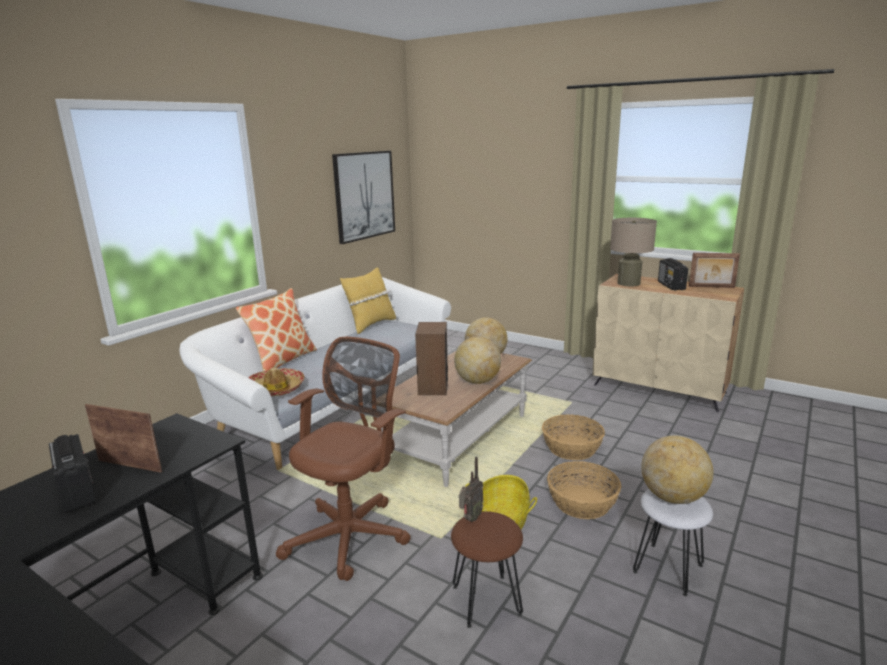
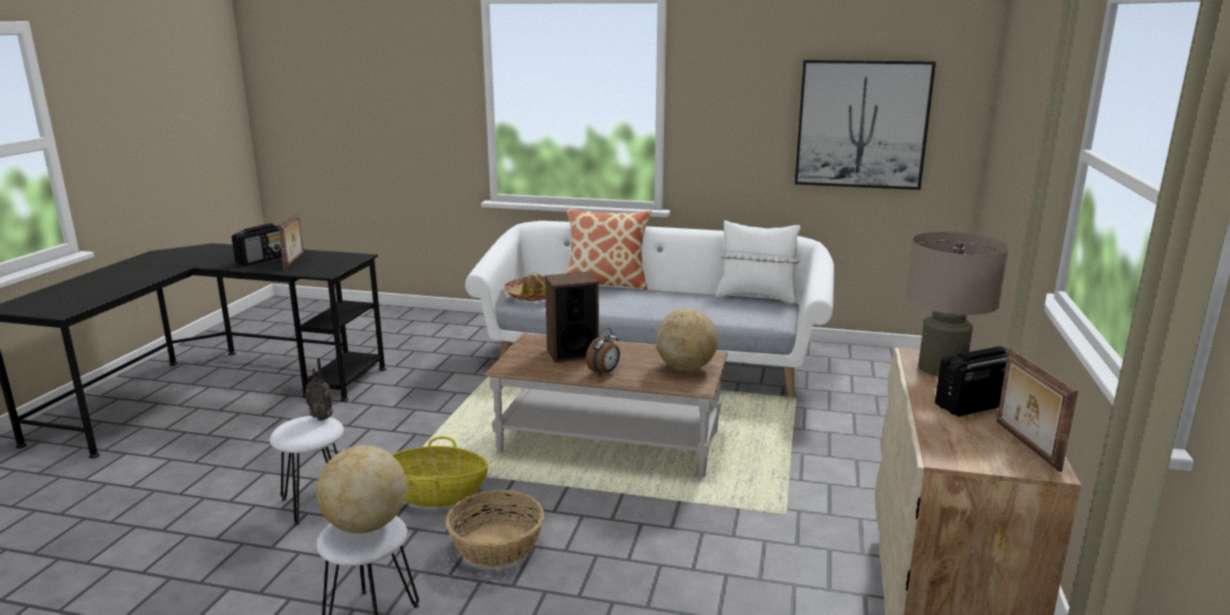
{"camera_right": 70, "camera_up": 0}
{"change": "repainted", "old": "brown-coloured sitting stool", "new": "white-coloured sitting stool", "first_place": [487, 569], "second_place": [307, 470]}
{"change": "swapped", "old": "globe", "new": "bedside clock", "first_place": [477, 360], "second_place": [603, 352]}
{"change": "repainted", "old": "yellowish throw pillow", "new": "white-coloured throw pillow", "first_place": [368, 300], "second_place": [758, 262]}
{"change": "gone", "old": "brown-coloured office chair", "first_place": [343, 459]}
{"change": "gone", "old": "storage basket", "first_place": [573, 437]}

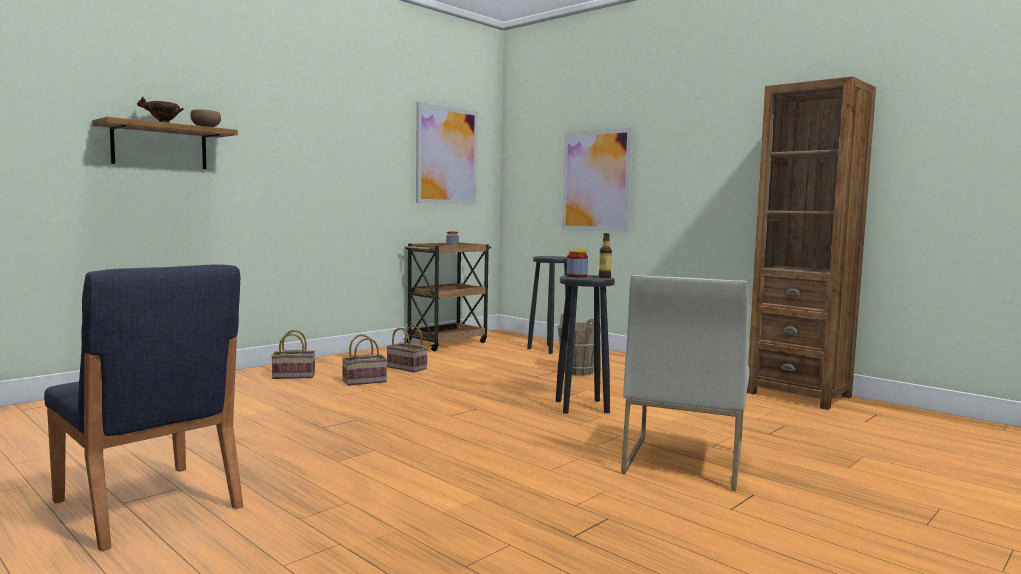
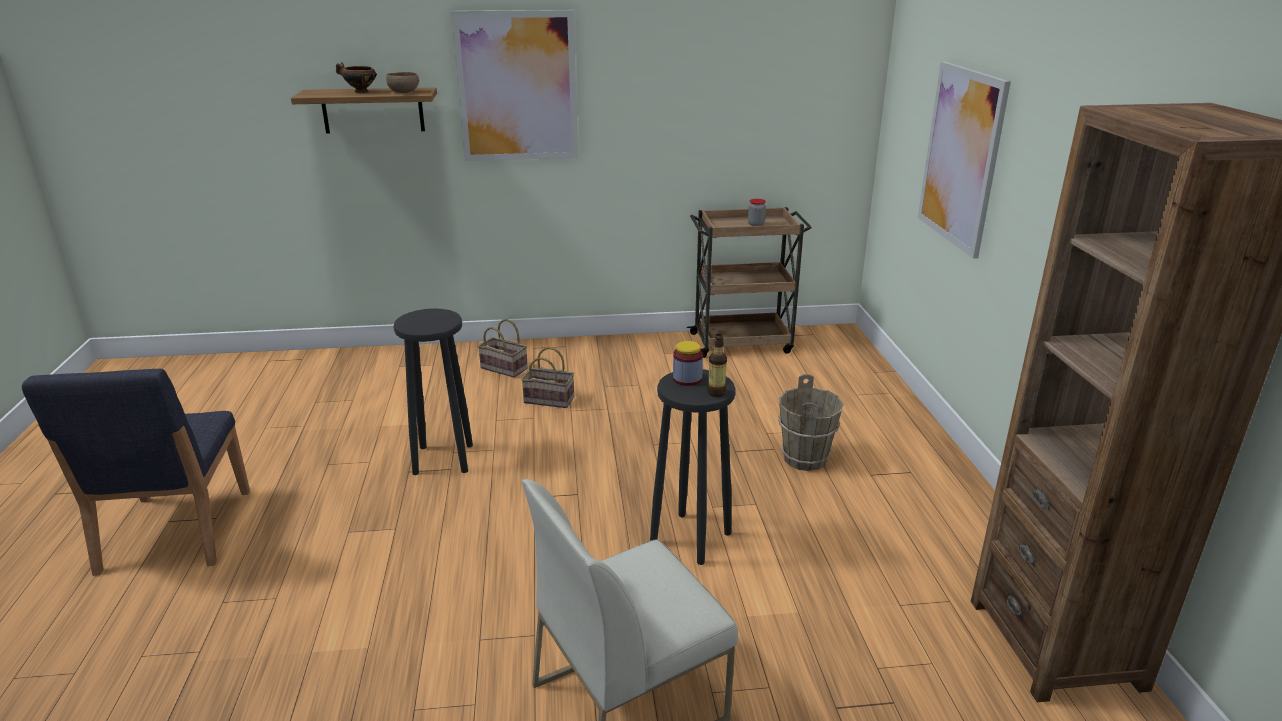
{"camera_right": 40, "camera_up": 20}
{"change": "shifted", "old": "black-coloured sitting stool", "first_place": [548, 305], "second_place": [433, 392]}
{"change": "shifted", "old": "wall art", "first_place": [447, 153], "second_place": [514, 85]}
{"change": "gone", "old": "storage basket", "first_place": [407, 348]}

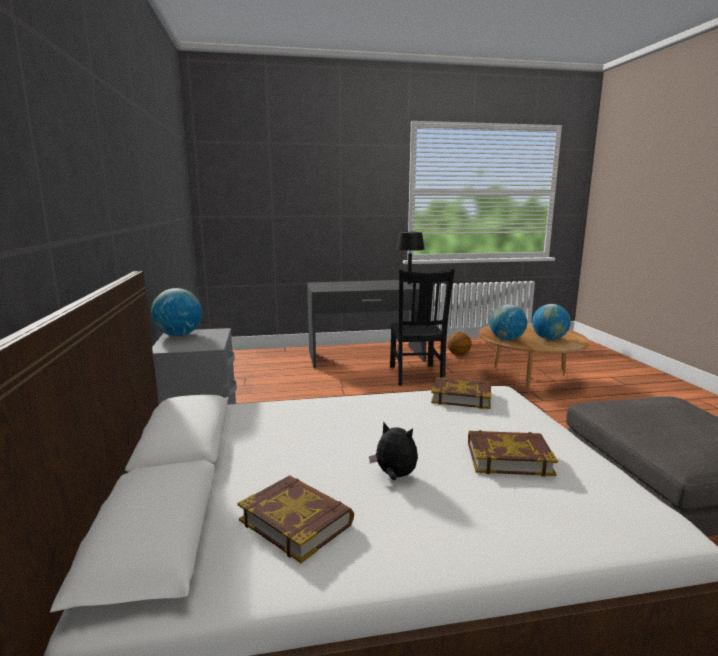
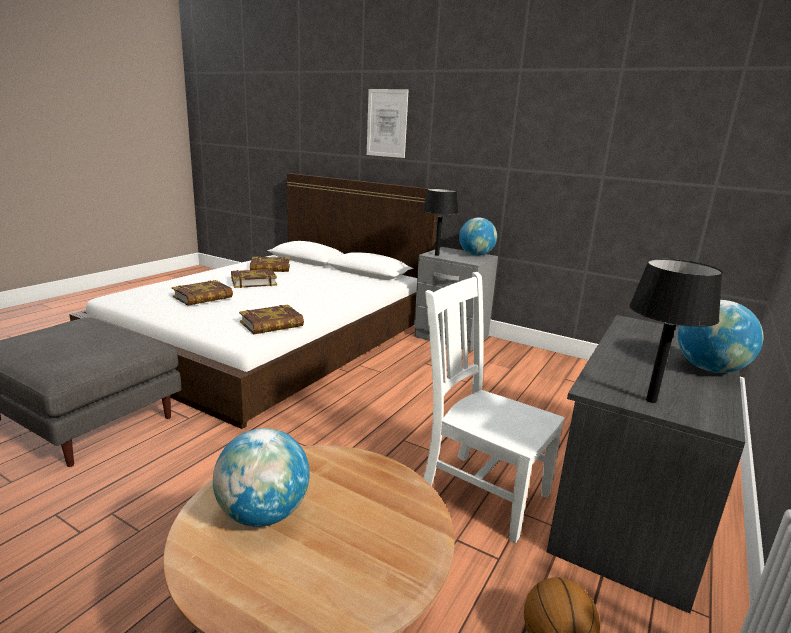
{"camera_right": 130, "camera_up": 5}
{"change": "swapped", "old": "soft toy", "new": "volume", "first_place": [393, 450], "second_place": [254, 278]}
{"change": "new", "new": "wall art", "second_place": [388, 123]}
{"change": "new", "new": "black-coloured tabletop lamp", "second_place": [440, 222]}
{"change": "repainted", "old": "black-coloured plain chair", "new": "white-coloured plain chair", "first_place": [422, 327], "second_place": [494, 407]}
{"change": "shifted", "old": "globe", "first_place": [508, 322], "second_place": [720, 336]}

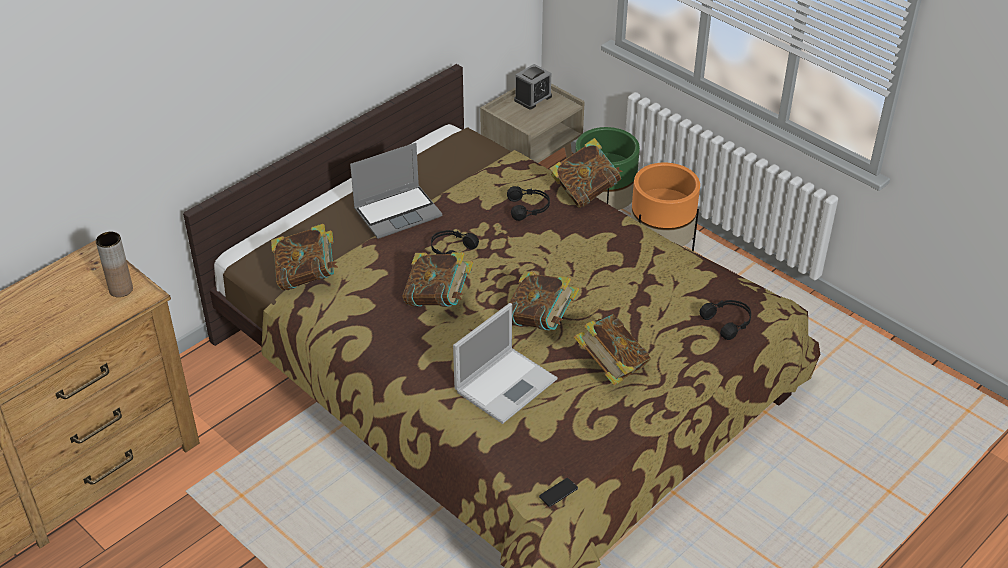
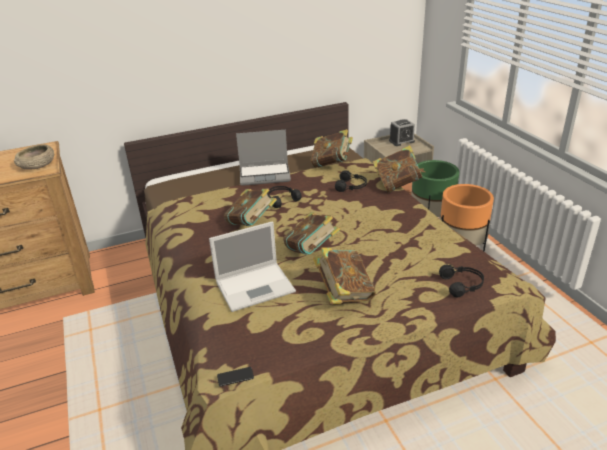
{"camera_right": 25, "camera_up": -10}
{"change": "swapped", "old": "brown-coloured decorative vase", "new": "sand-coloured deep dish", "first_place": [114, 264], "second_place": [34, 157]}
{"change": "shifted", "old": "volume", "first_place": [304, 257], "second_place": [331, 148]}

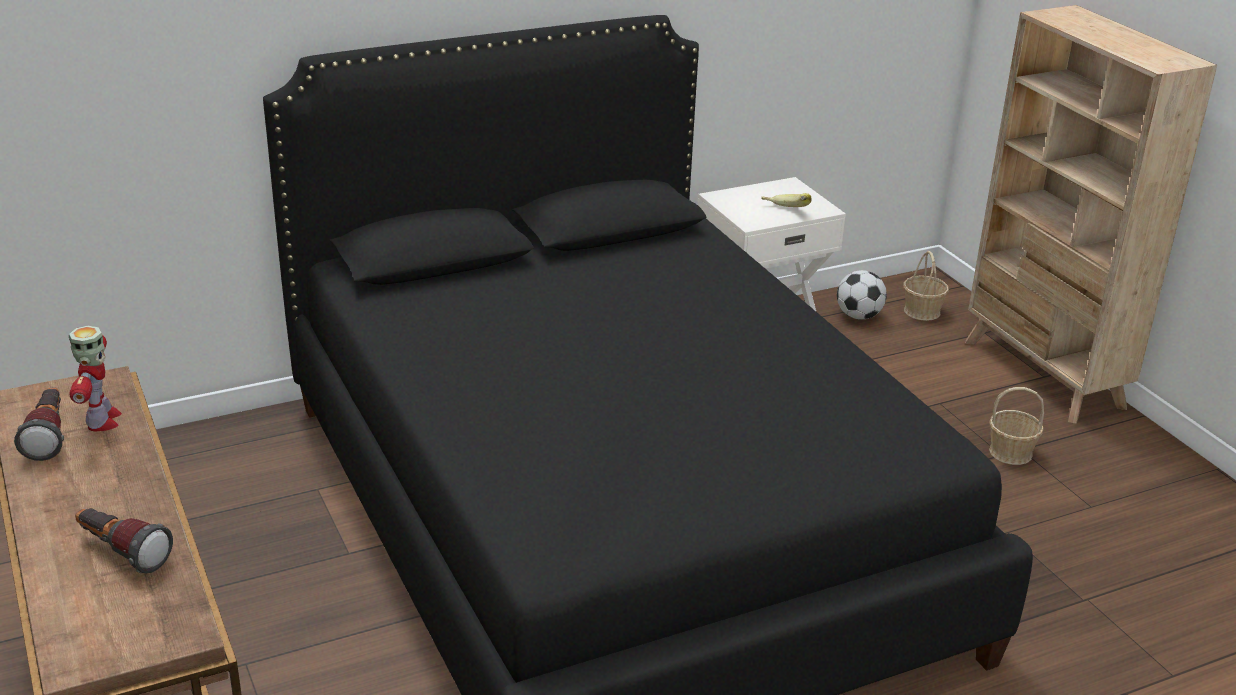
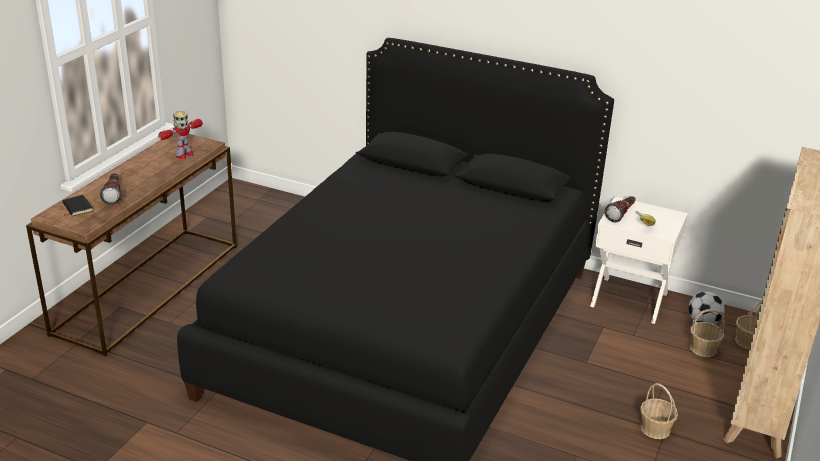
{"camera_right": 50, "camera_up": 0}
{"change": "new", "new": "black-coloured volume", "second_place": [77, 205]}
{"change": "shifted", "old": "torch", "first_place": [39, 424], "second_place": [620, 209]}
{"change": "new", "new": "storage basket", "second_place": [707, 333]}

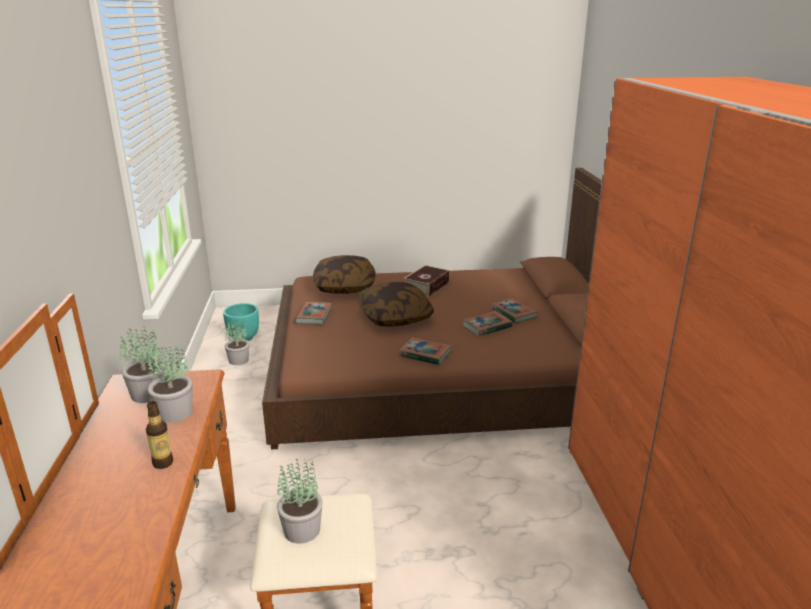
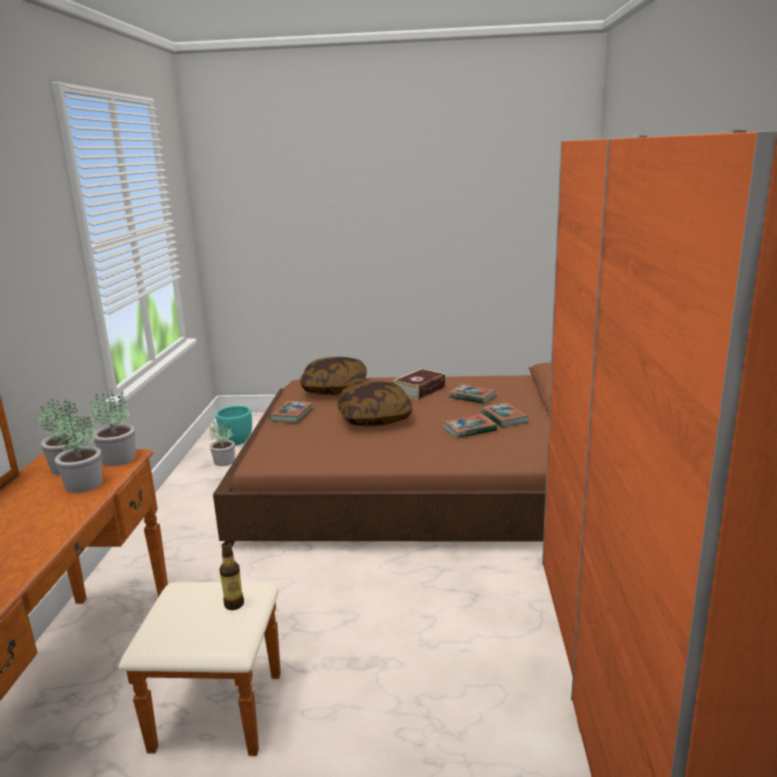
{"camera_right": 10, "camera_up": -5}
{"change": "shifted", "old": "potted plant", "first_place": [300, 501], "second_place": [113, 428]}
{"change": "shifted", "old": "beverage bottle", "first_place": [159, 435], "second_place": [231, 576]}
{"change": "shifted", "old": "volume", "first_place": [425, 351], "second_place": [473, 394]}

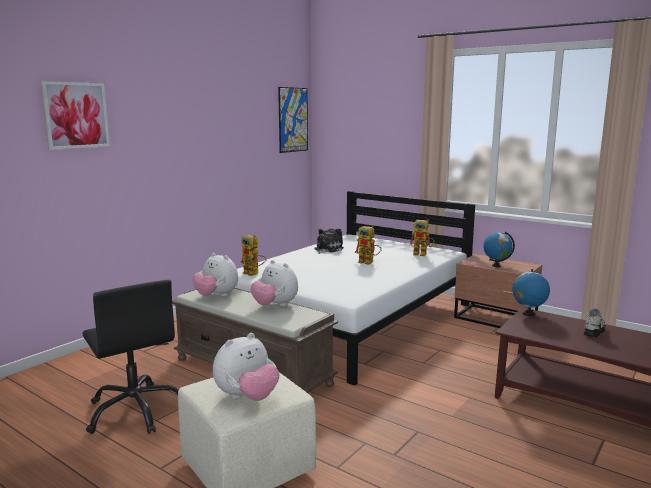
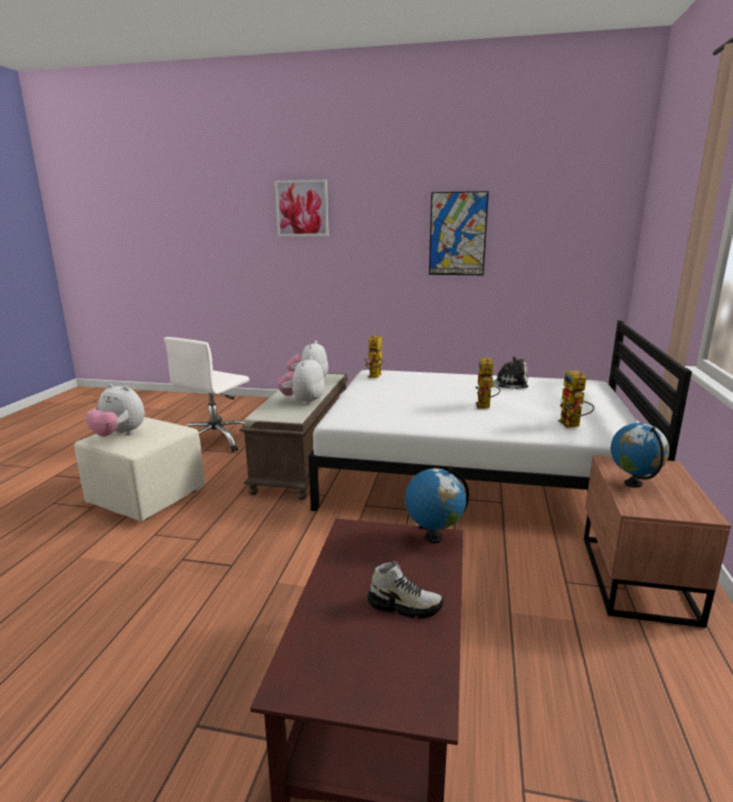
{"camera_right": 65, "camera_up": 5}
{"change": "repainted", "old": "black-coloured office chair", "new": "white-coloured office chair", "first_place": [130, 357], "second_place": [206, 394]}
{"change": "shifted", "old": "wall art", "first_place": [293, 120], "second_place": [459, 233]}

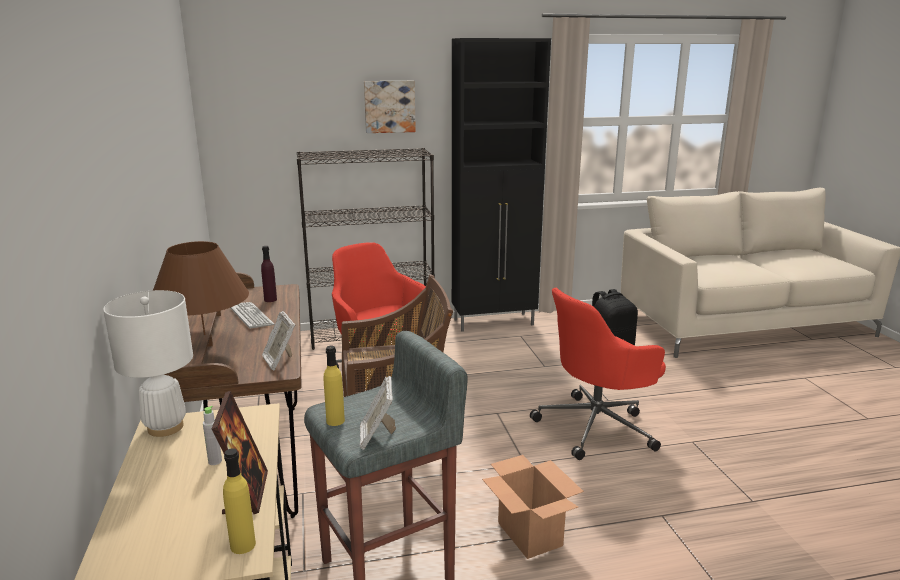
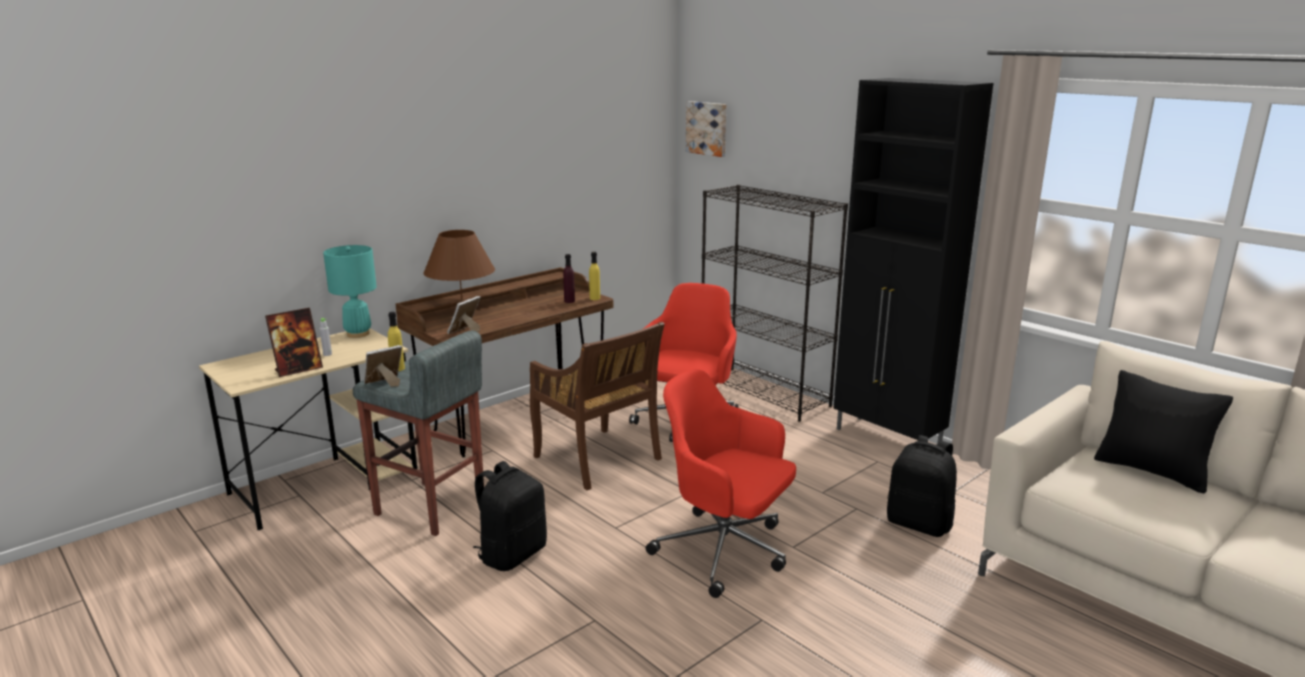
{"camera_right": 60, "camera_up": 0}
{"change": "repainted", "old": "white-coloured tabletop lamp", "new": "turquoise-coloured tabletop lamp", "first_place": [148, 363], "second_place": [350, 291]}
{"change": "swapped", "old": "packing box", "new": "black-coloured knapsack", "first_place": [533, 507], "second_place": [510, 516]}
{"change": "shifted", "old": "yellowish beverage bottle", "first_place": [239, 501], "second_place": [594, 276]}
{"change": "shifted", "old": "wall art", "first_place": [390, 107], "second_place": [706, 129]}
{"change": "new", "new": "black-coloured throw pillow", "second_place": [1163, 431]}
{"change": "gone", "old": "keyboard", "first_place": [252, 315]}

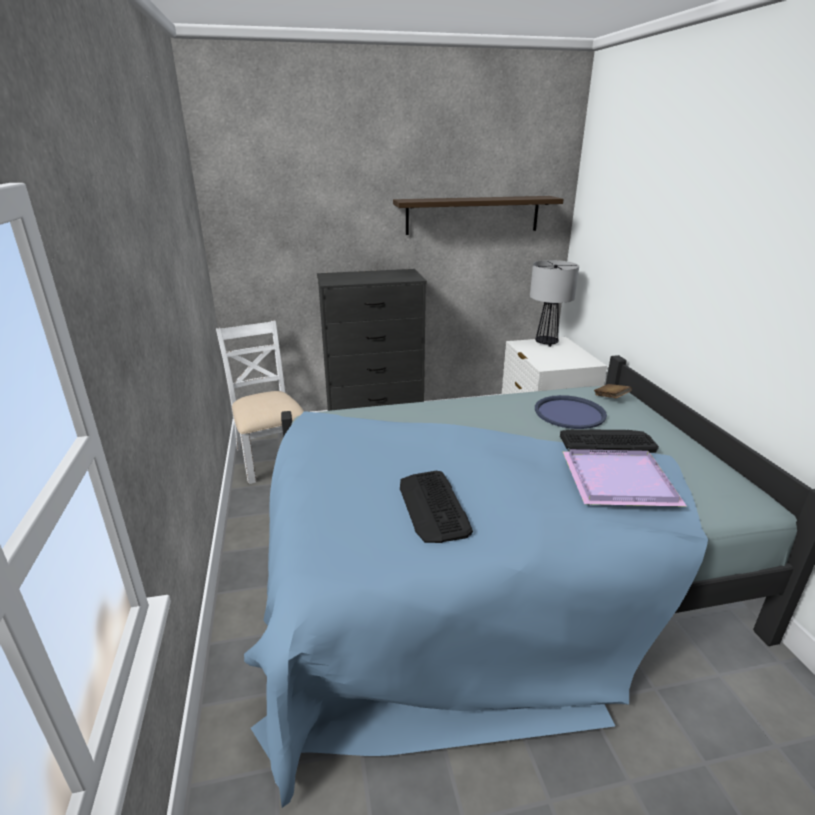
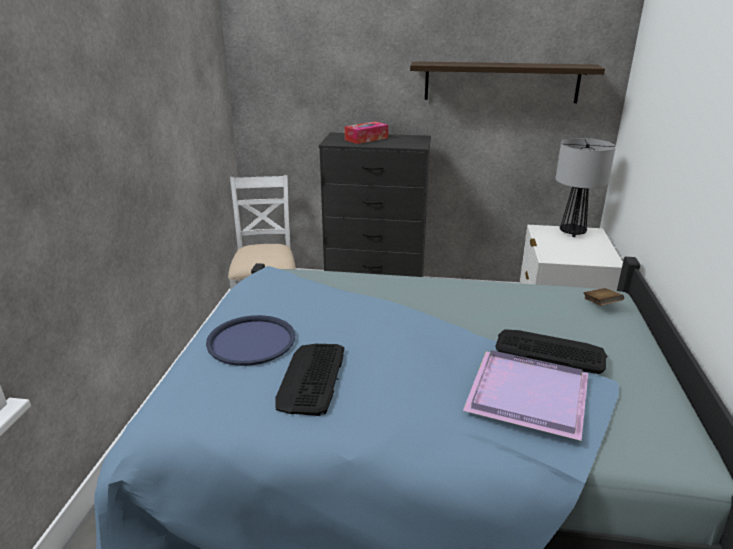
{"camera_right": 20, "camera_up": 0}
{"change": "shifted", "old": "blue-coloured serving tray", "first_place": [571, 412], "second_place": [250, 340]}
{"change": "new", "new": "tissue holder", "second_place": [366, 132]}

